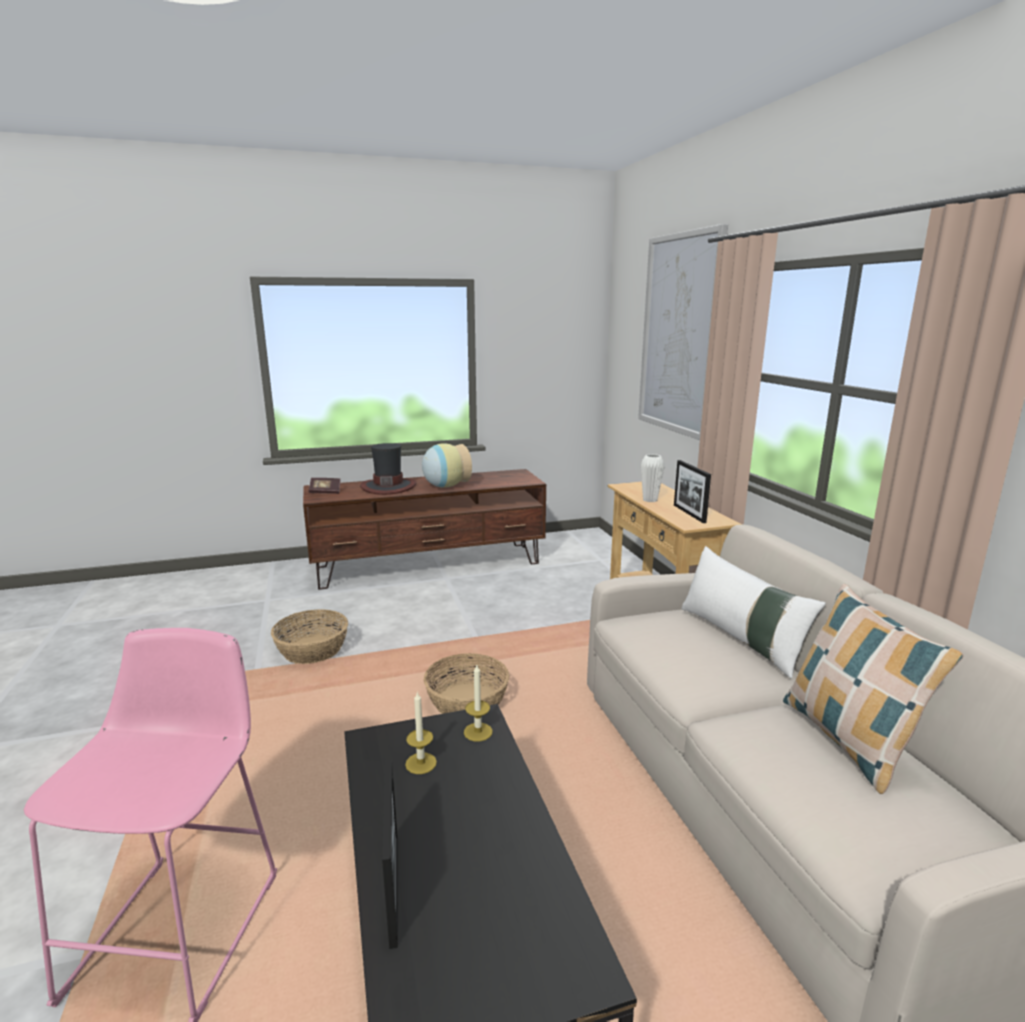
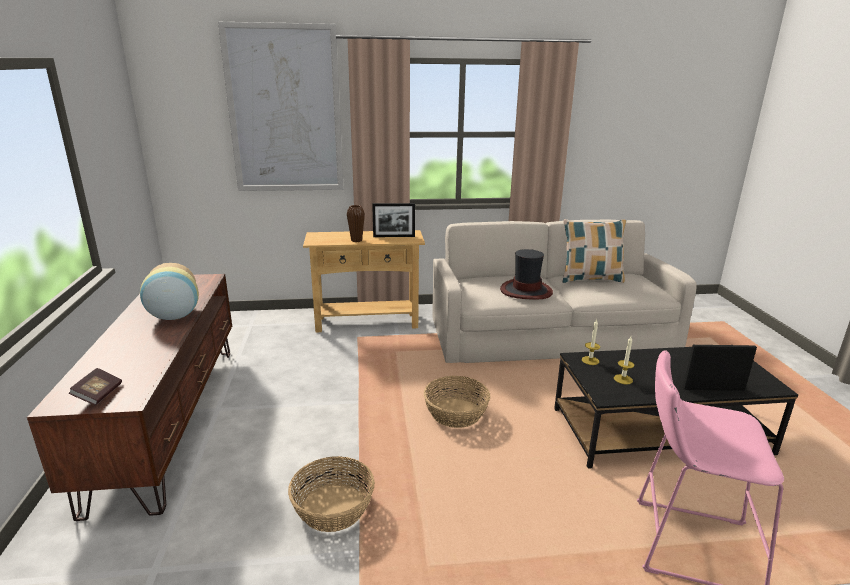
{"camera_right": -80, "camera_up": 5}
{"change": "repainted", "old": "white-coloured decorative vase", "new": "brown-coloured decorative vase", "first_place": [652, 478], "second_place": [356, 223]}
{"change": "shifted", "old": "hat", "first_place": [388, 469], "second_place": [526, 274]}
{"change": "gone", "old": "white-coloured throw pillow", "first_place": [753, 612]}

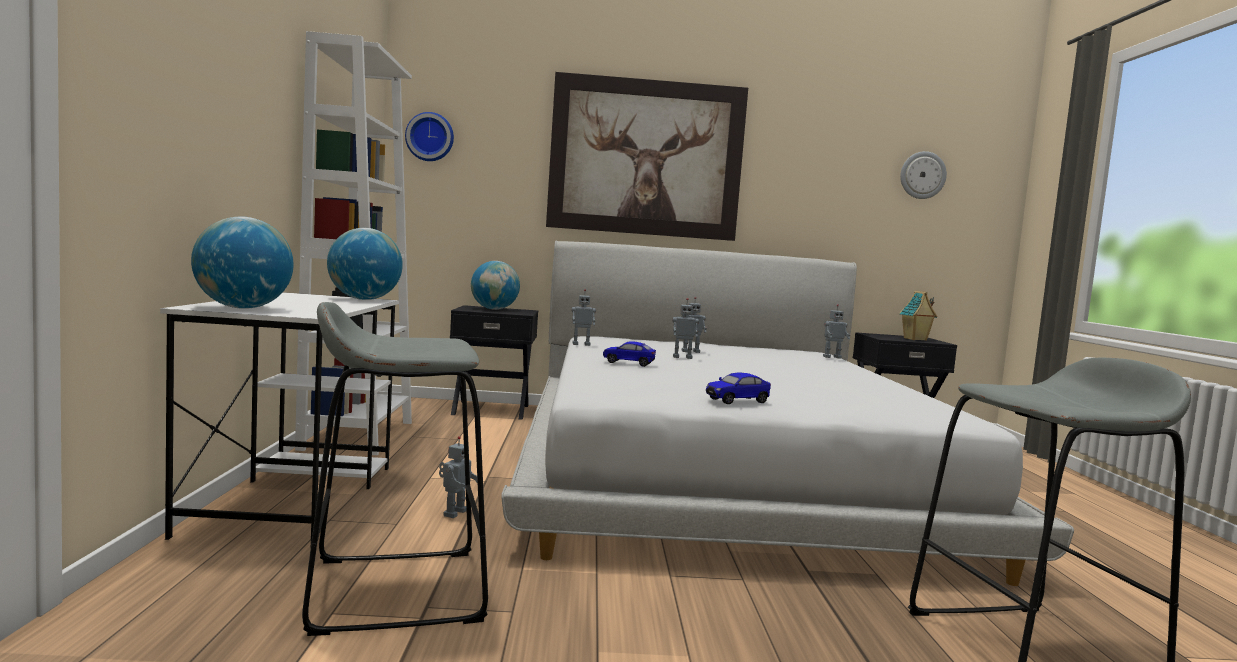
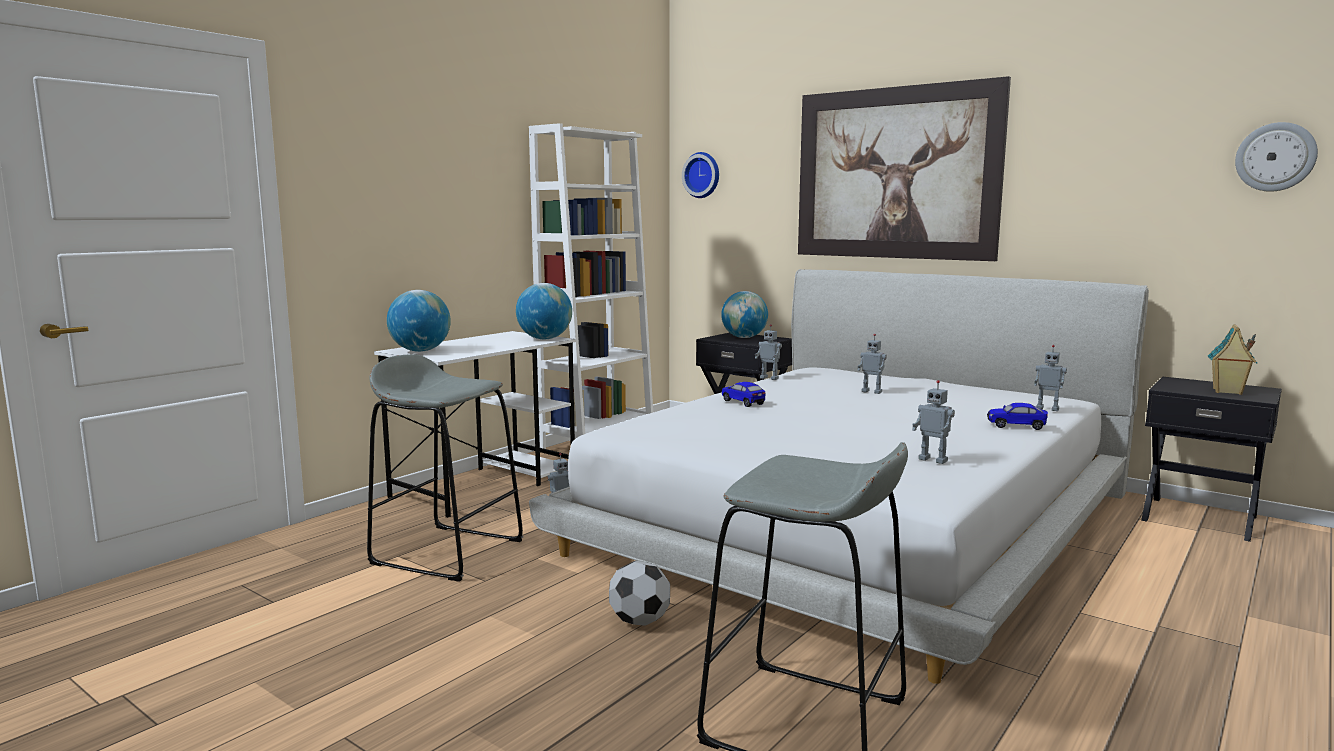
{"camera_right": 40, "camera_up": 5}
{"change": "new", "new": "football", "second_place": [639, 593]}
{"change": "shifted", "old": "toy robot", "first_place": [686, 328], "second_place": [933, 422]}
{"change": "shifted", "old": "miniature car", "first_place": [738, 388], "second_place": [1017, 416]}

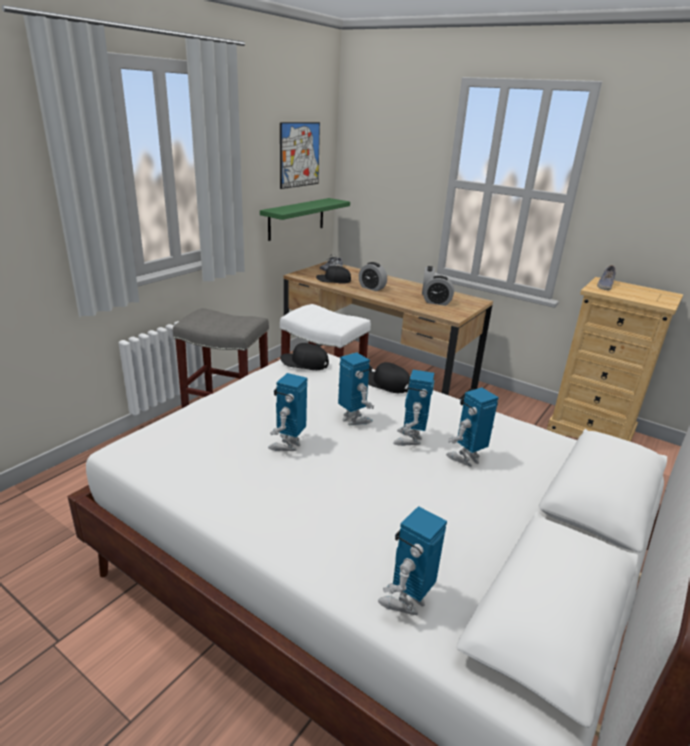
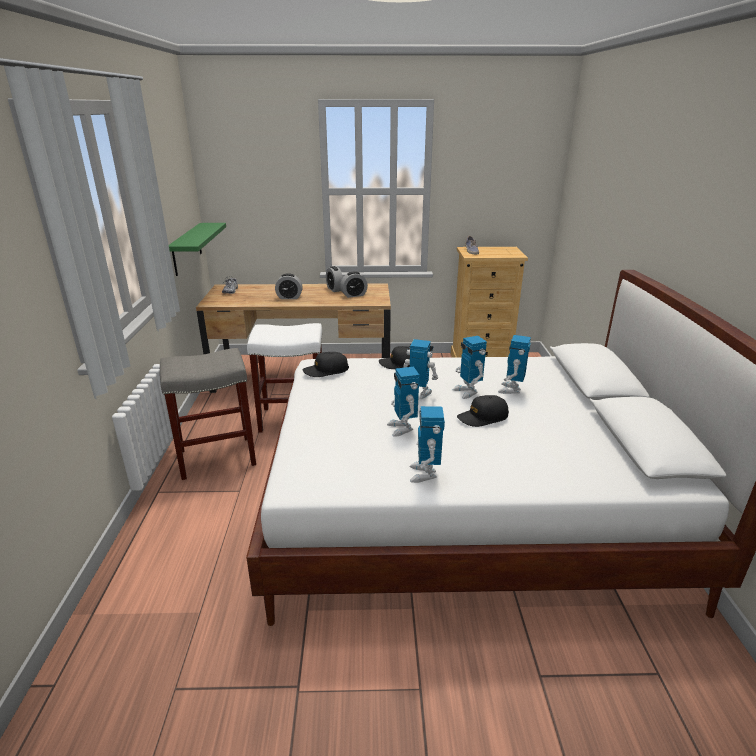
{"camera_right": -35, "camera_up": 0}
{"change": "shifted", "old": "toy robot", "first_place": [412, 560], "second_place": [427, 444]}
{"change": "shifted", "old": "black-coloured peaked cap", "first_place": [333, 275], "second_place": [483, 411]}
{"change": "gone", "old": "wall art", "first_place": [300, 155]}

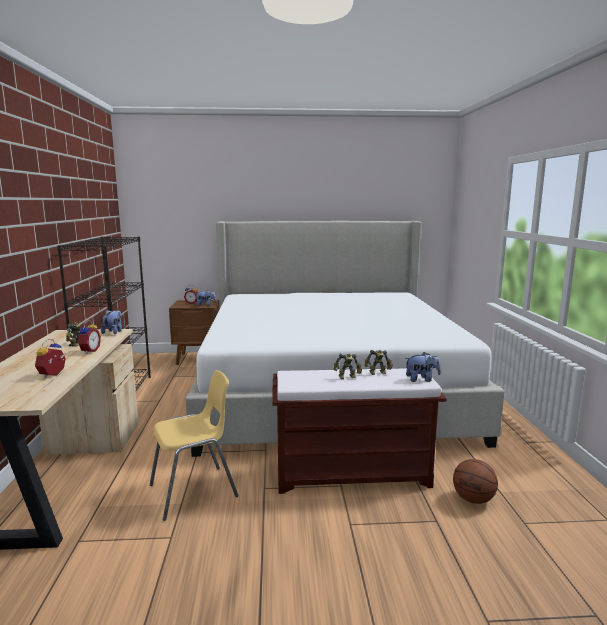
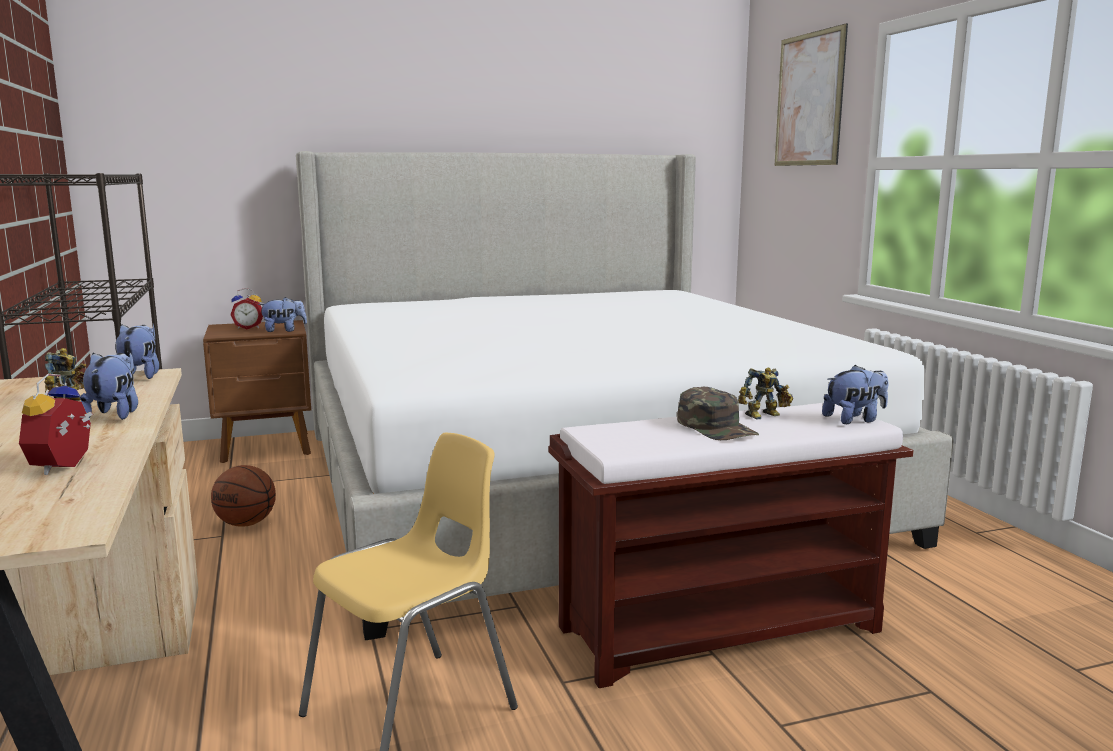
{"camera_right": -15, "camera_up": 0}
{"change": "swapped", "old": "bedside clock", "new": "soft toy", "first_place": [89, 337], "second_place": [109, 386]}
{"change": "shifted", "old": "basketball", "first_place": [475, 481], "second_place": [243, 496]}
{"change": "swapped", "old": "toy robot", "new": "greenish peaked cap", "first_place": [348, 366], "second_place": [718, 413]}
{"change": "new", "new": "wall art", "second_place": [811, 94]}

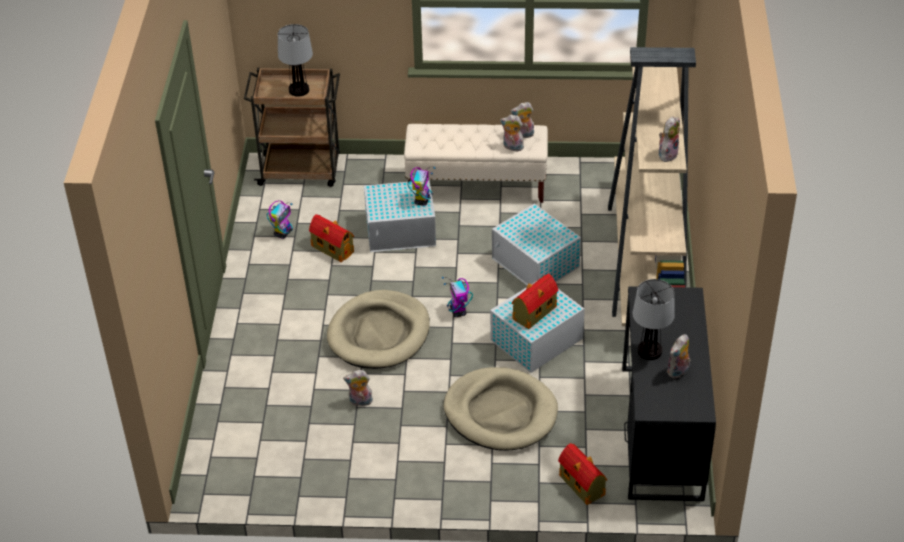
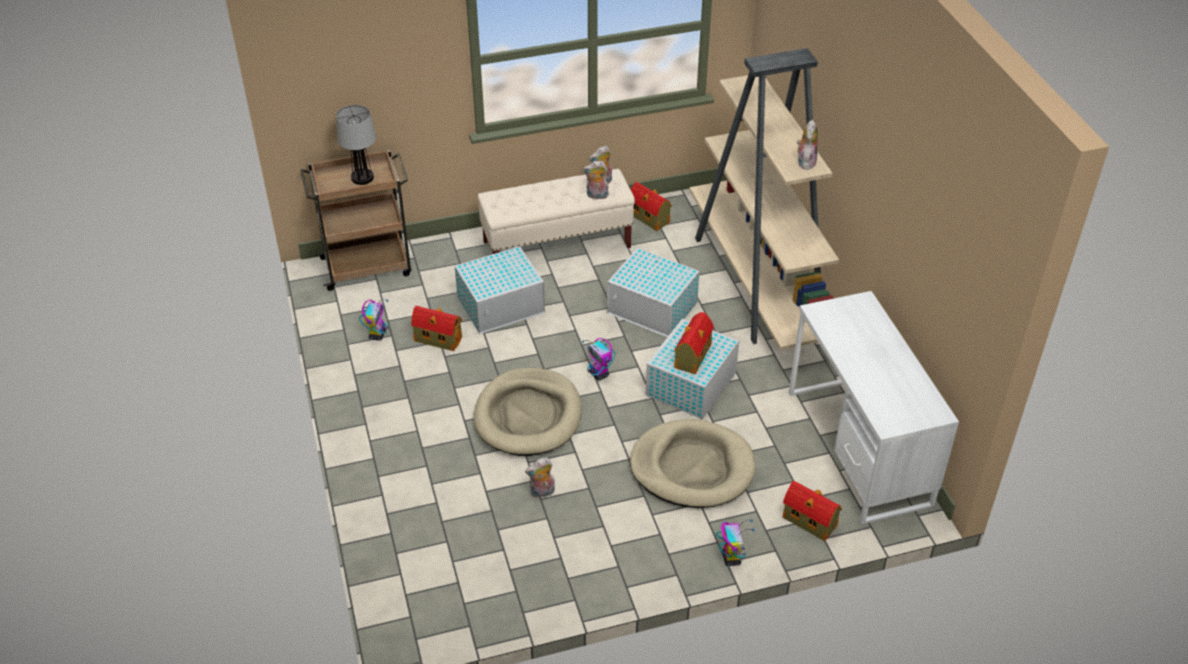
{"camera_right": -20, "camera_up": 0}
{"change": "new", "new": "toy house", "second_place": [651, 206]}
{"change": "shifted", "old": "toy robot", "first_place": [421, 186], "second_place": [735, 542]}
{"change": "repainted", "old": "black-coloured desk table", "new": "white-coloured desk table", "first_place": [669, 393], "second_place": [874, 407]}
{"change": "gone", "old": "tabletop lamp", "first_place": [654, 319]}
{"change": "gone", "old": "soft toy", "first_place": [679, 356]}

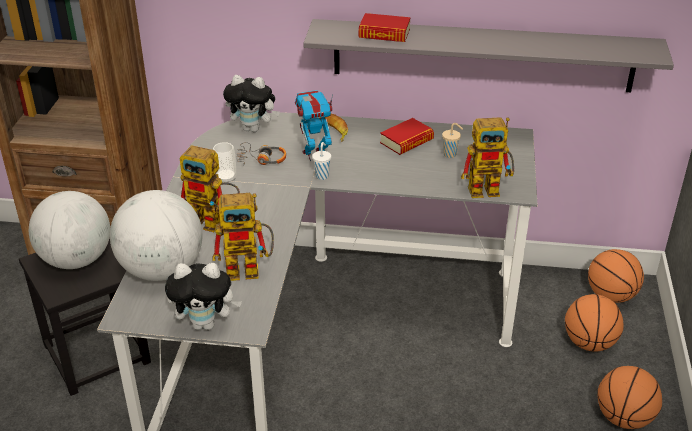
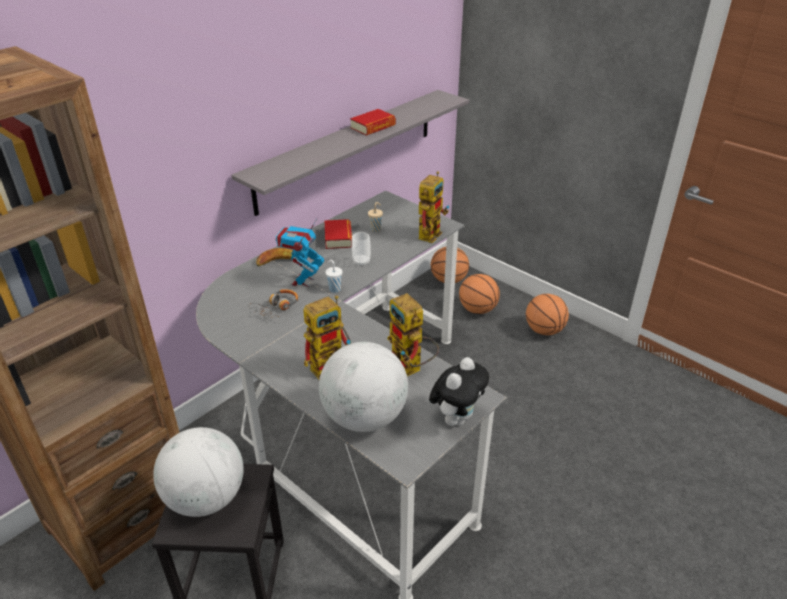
{"camera_right": -55, "camera_up": 0}
{"change": "shifted", "old": "volume", "first_place": [385, 27], "second_place": [373, 122]}
{"change": "shifted", "old": "drinking cup", "first_place": [224, 162], "second_place": [361, 249]}
{"change": "rotated", "old": "toy robot", "first_place": [243, 237], "second_place": [413, 334], "degrees": 120}
{"change": "gone", "old": "soft toy", "first_place": [251, 103]}

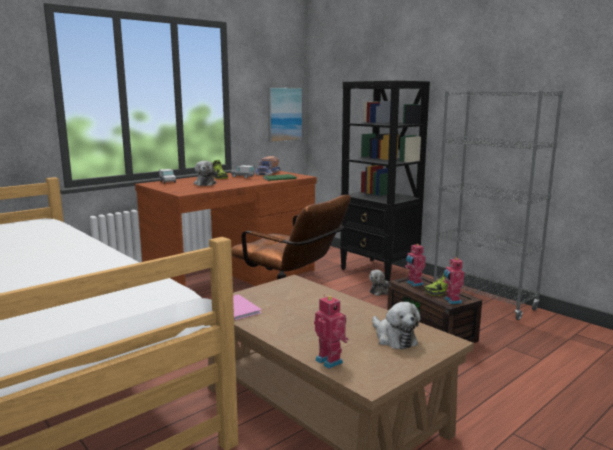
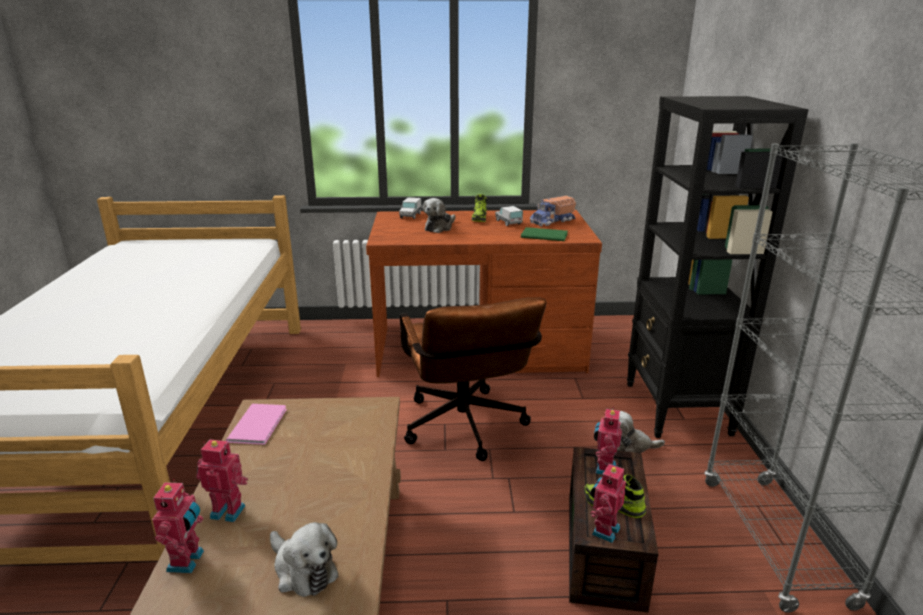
{"camera_right": 40, "camera_up": 10}
{"change": "new", "new": "toy robot", "second_place": [222, 480]}
{"change": "rotated", "old": "soft toy", "first_place": [396, 326], "second_place": [304, 559], "degrees": -60}
{"change": "gone", "old": "wall art", "first_place": [285, 115]}

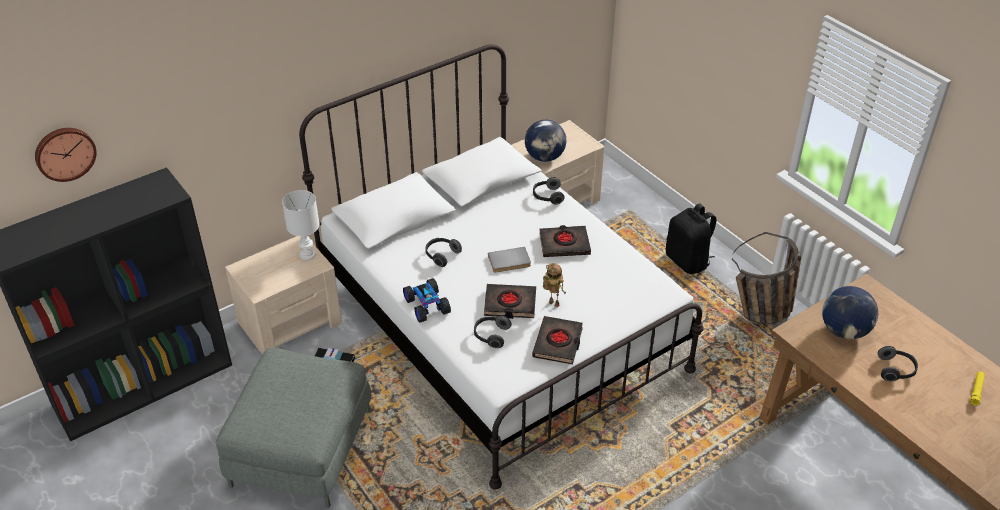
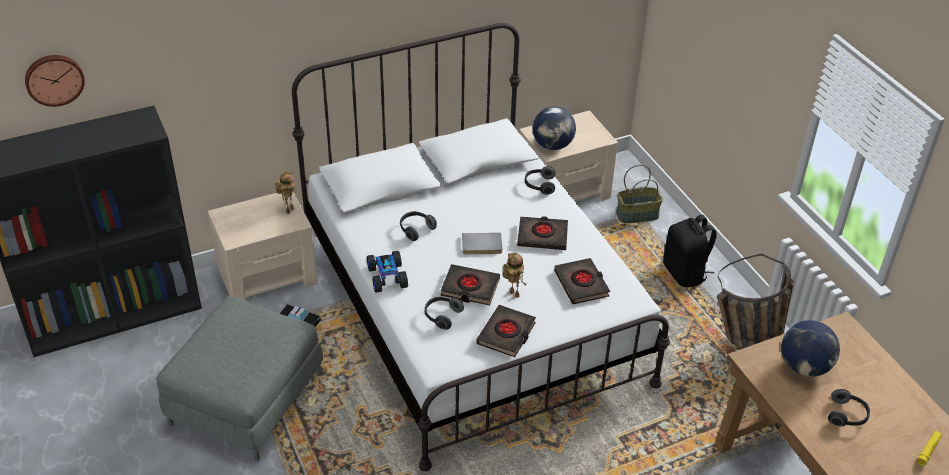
{"camera_right": 10, "camera_up": 0}
{"change": "swapped", "old": "white-coloured tabletop lamp", "new": "toy robot", "first_place": [300, 225], "second_place": [286, 192]}
{"change": "new", "new": "black-coloured volume", "second_place": [582, 281]}
{"change": "new", "new": "storage basket", "second_place": [639, 193]}

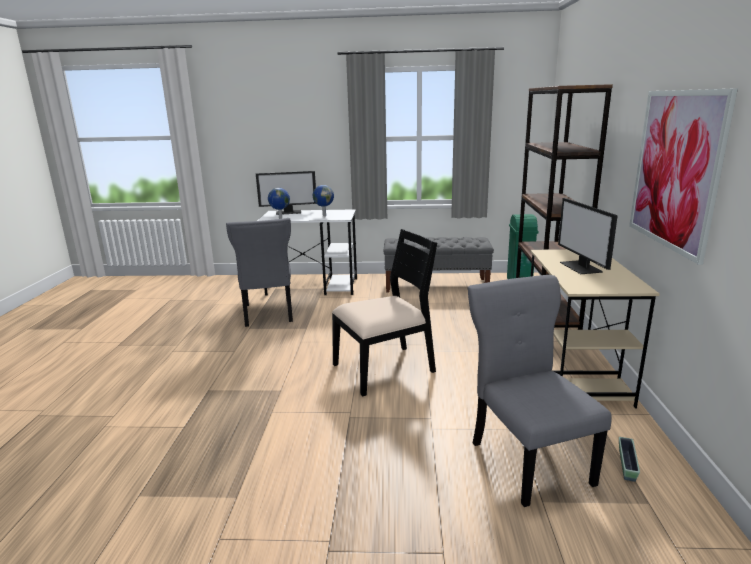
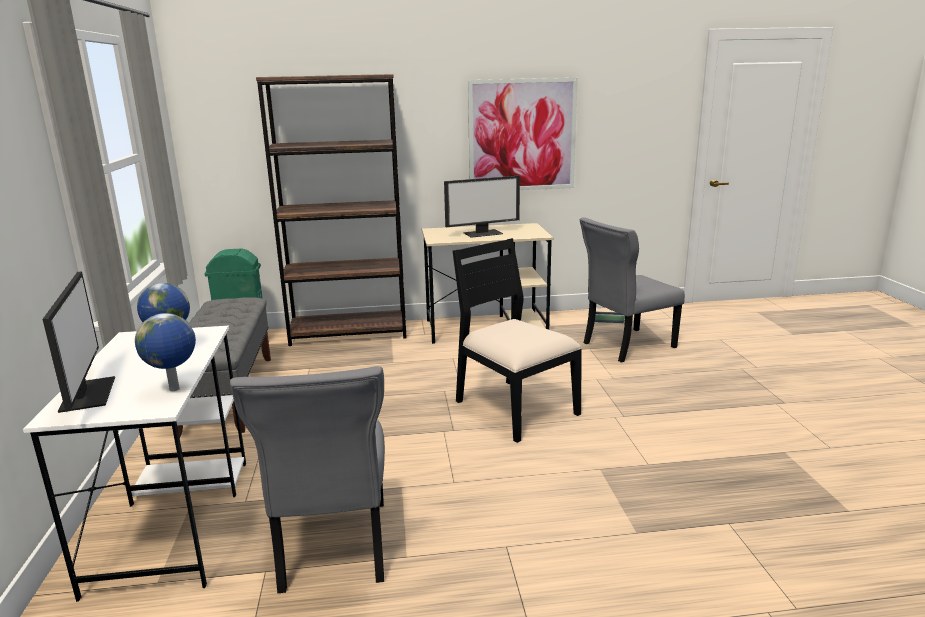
{"camera_right": -100, "camera_up": 0}
{"change": "rotated", "old": "gray plain chair", "first_place": [259, 272], "second_place": [307, 479], "degrees": 105}

